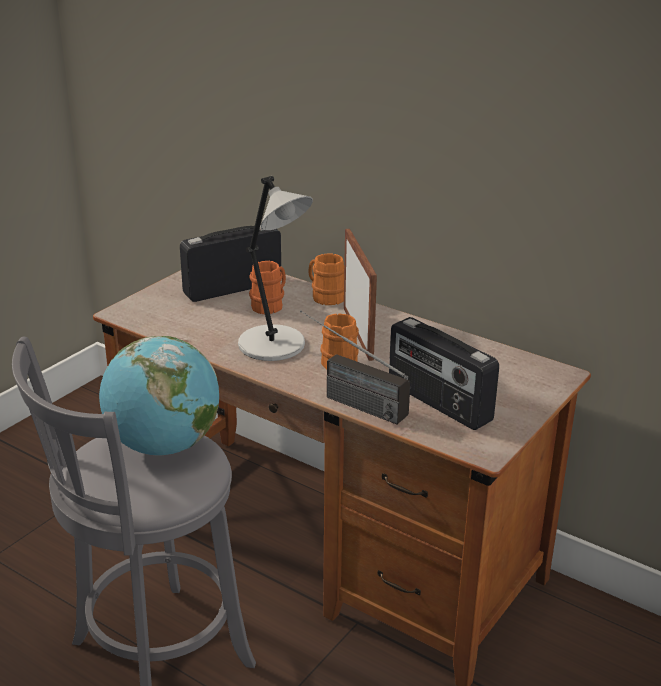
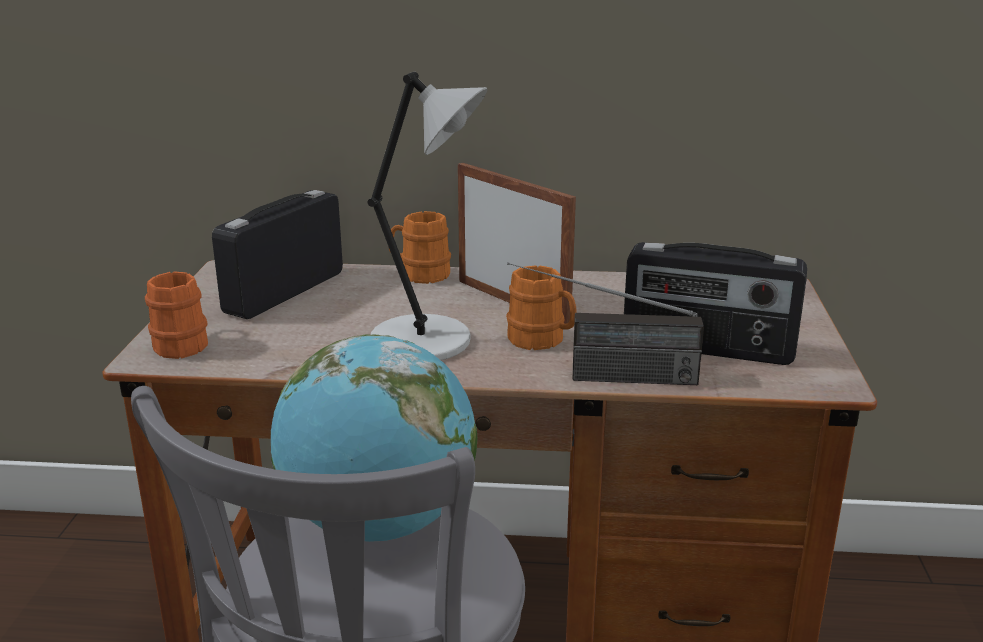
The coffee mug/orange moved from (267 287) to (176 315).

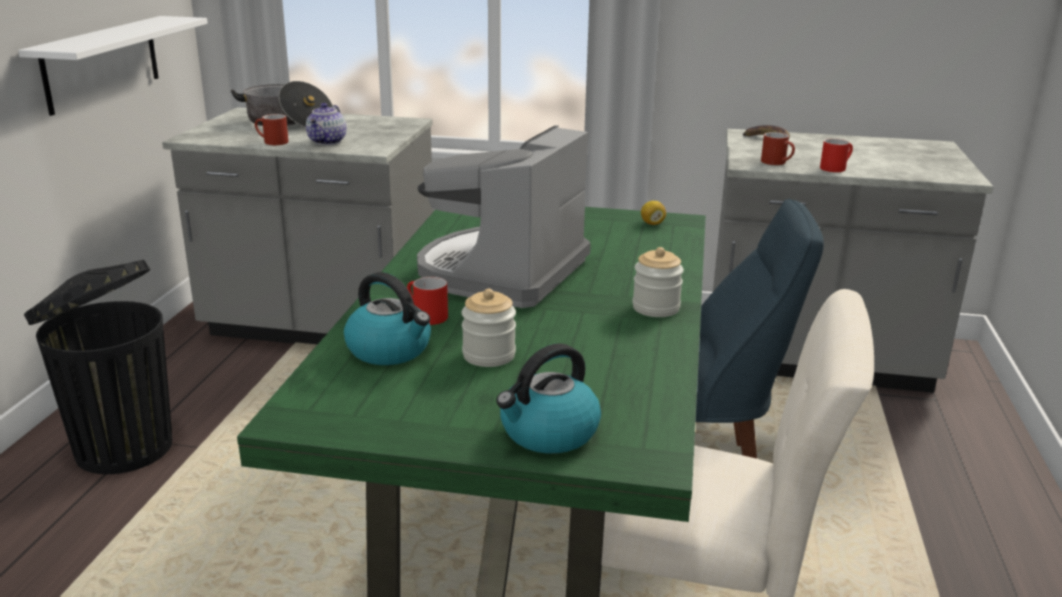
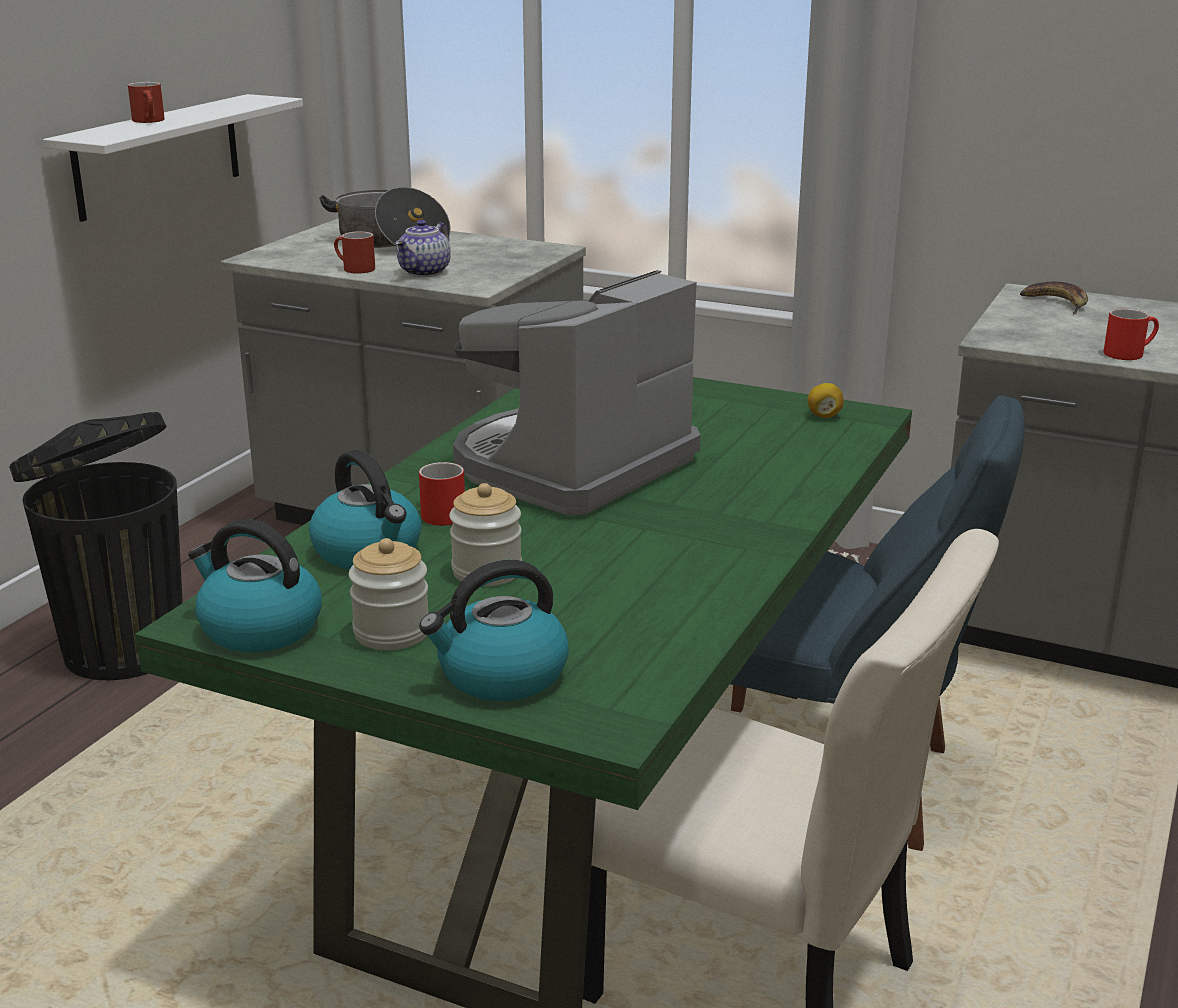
The tea kettle at (255 585) appeared.
The preserve jar moved from (658 282) to (388 594).
The coffee mug/reddish moved from (778 148) to (146 102).

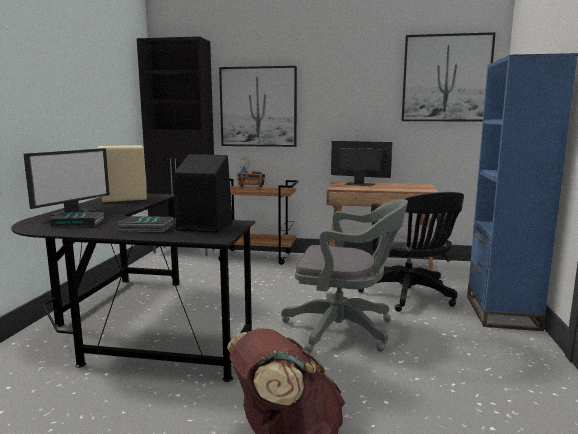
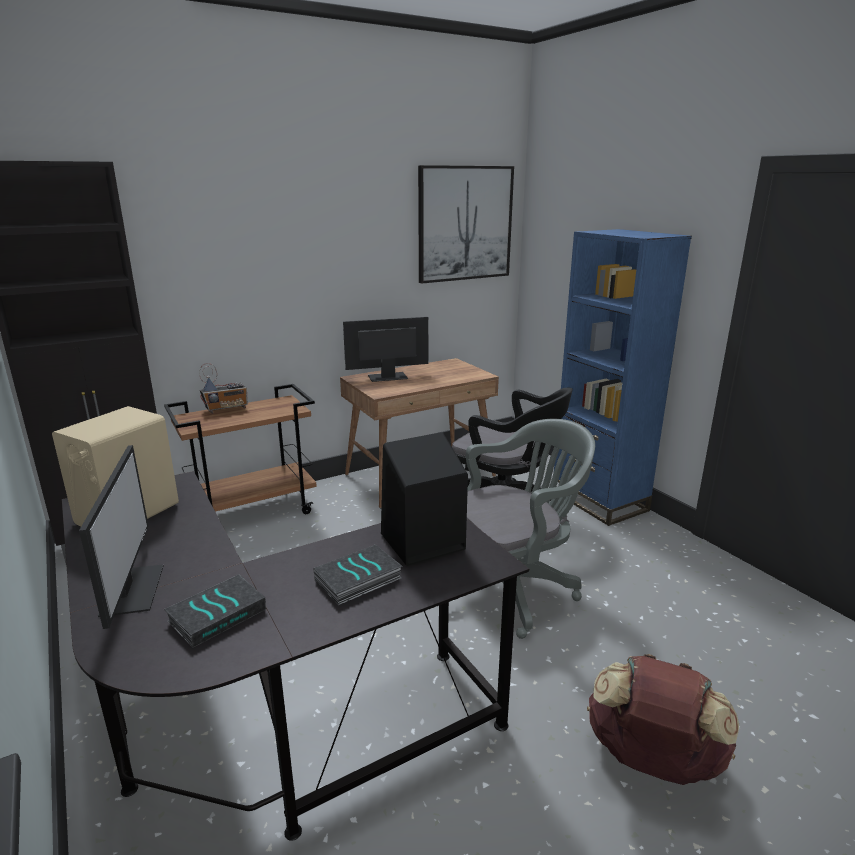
The wall picture at (258 106) disappeared.

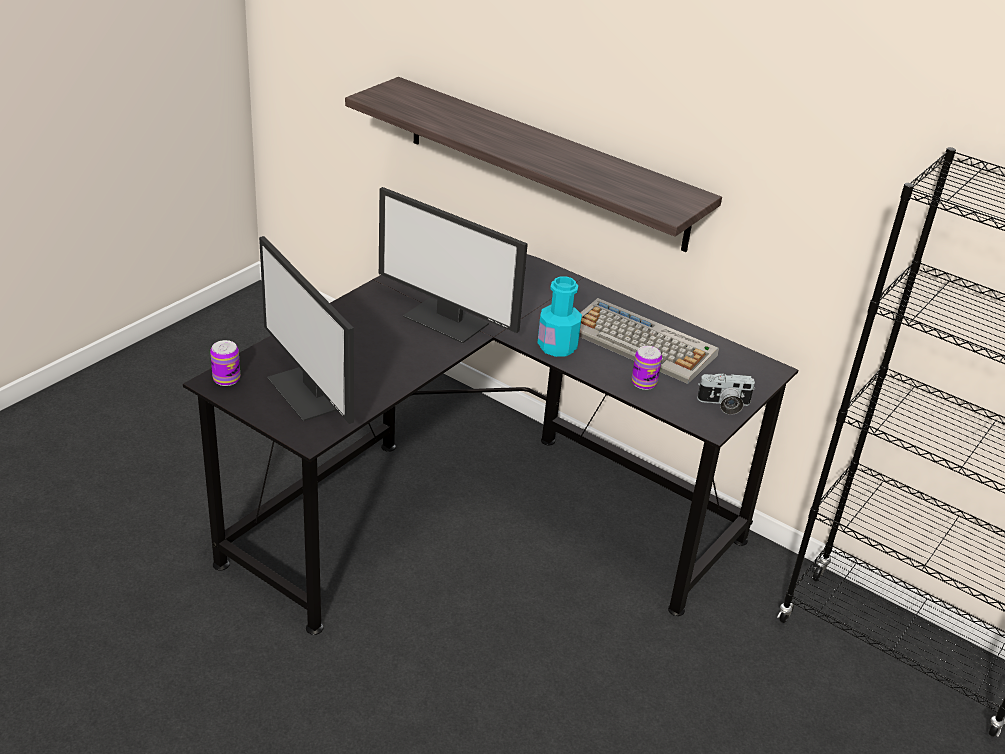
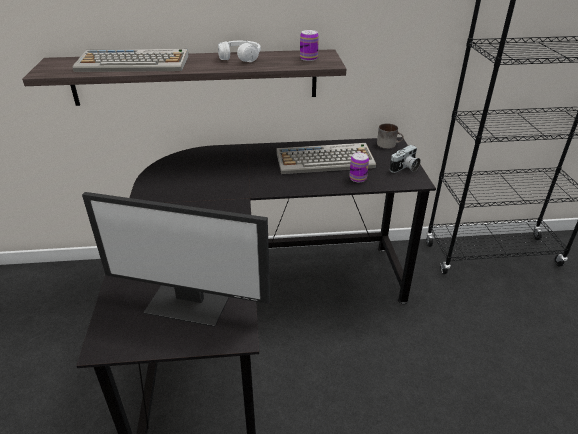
The computer display at (453 265) disappeared.
The beverage bottle/turquoise-coloured at (559 316) disappeared.
The keyboard at (131 60) appeared.
The headphones/white at (239 51) appeared.
The coffee mug at (390 136) appeared.
The sealed can moved from (225 363) to (309 45).

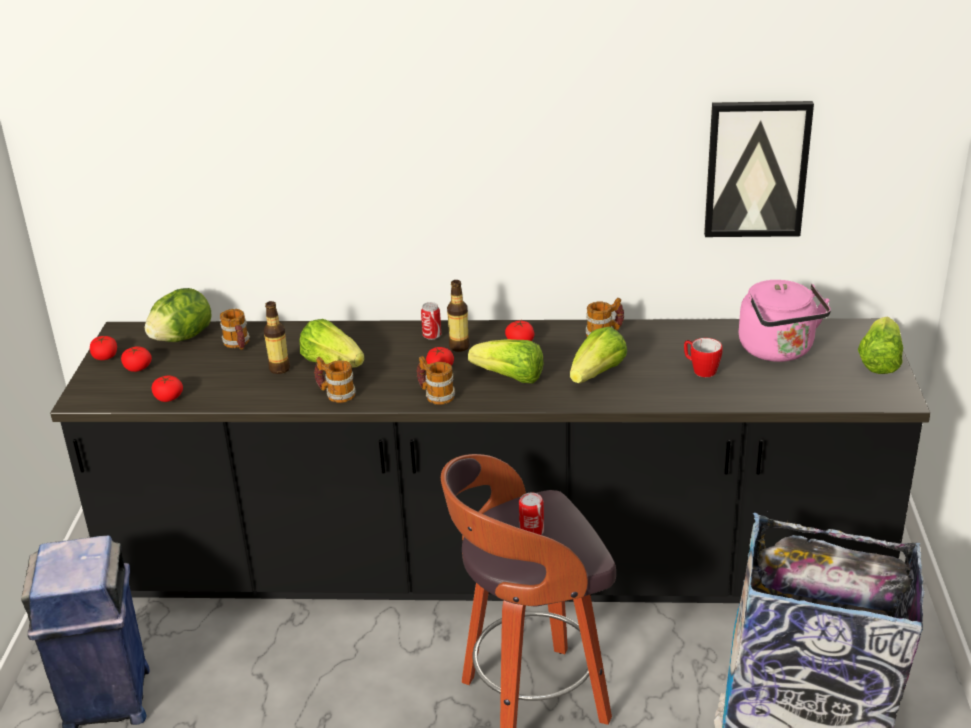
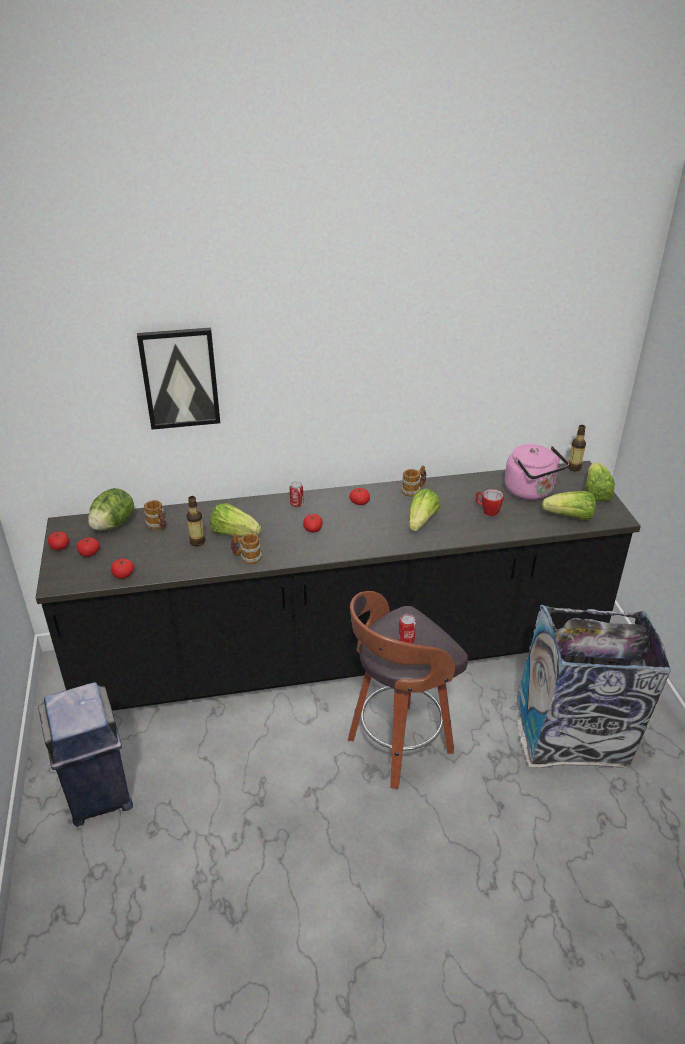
The coffee mug at (435 380) disappeared.
The beverage bottle moved from (458 316) to (577 448).
The head of lettuce moved from (506 361) to (569 505).
The wall picture moved from (759 169) to (178 378).

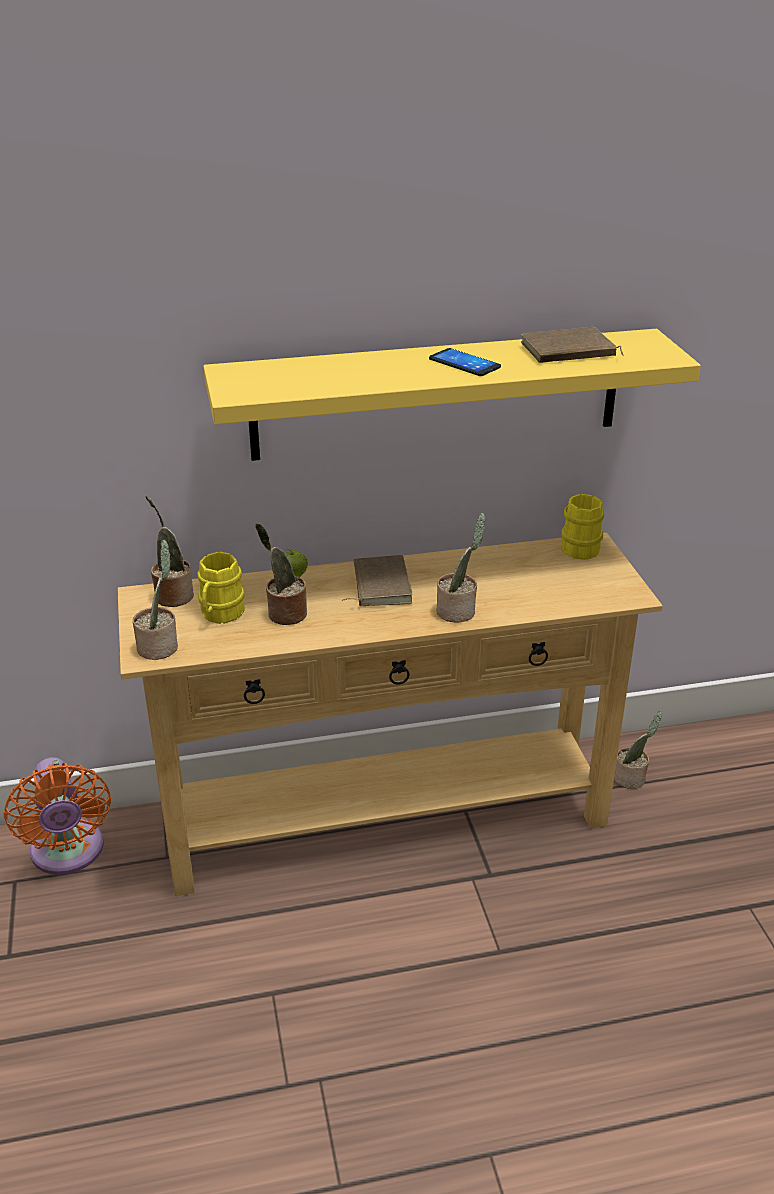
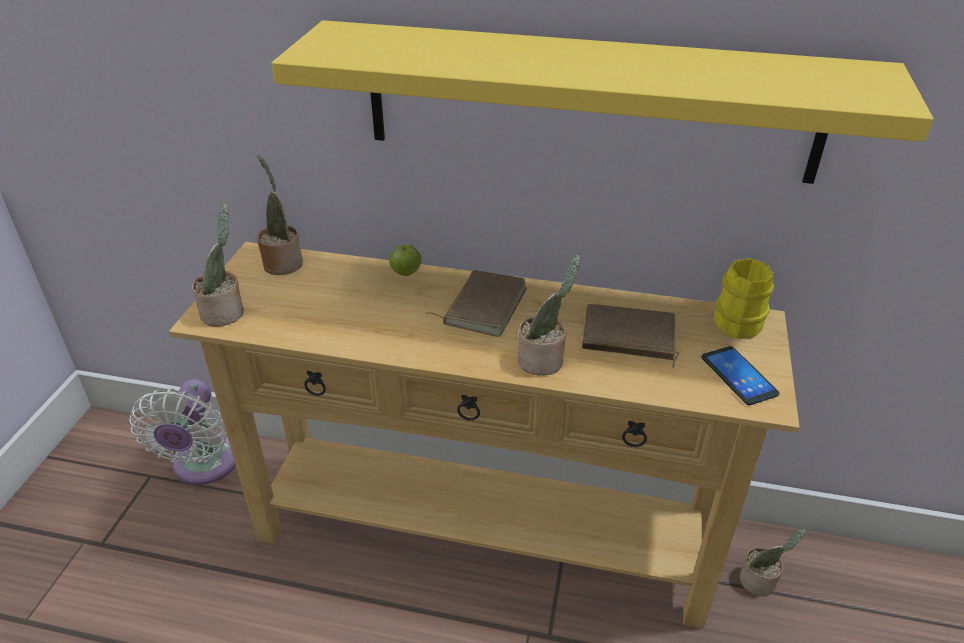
The coffee mug/yellowish at (221 588) disappeared.
The plant in a pot at (281 574) disappeared.
The phone moved from (465 362) to (740 375).
The book/brownish moved from (572 345) to (630 336).
The cooling fan/orange at (57 816) became the cooling fan/white at (182 432).

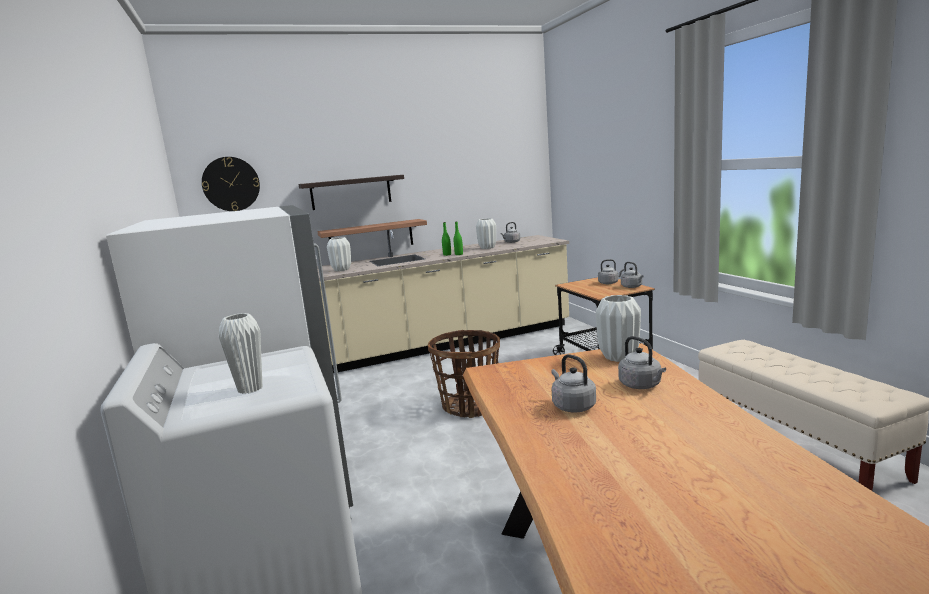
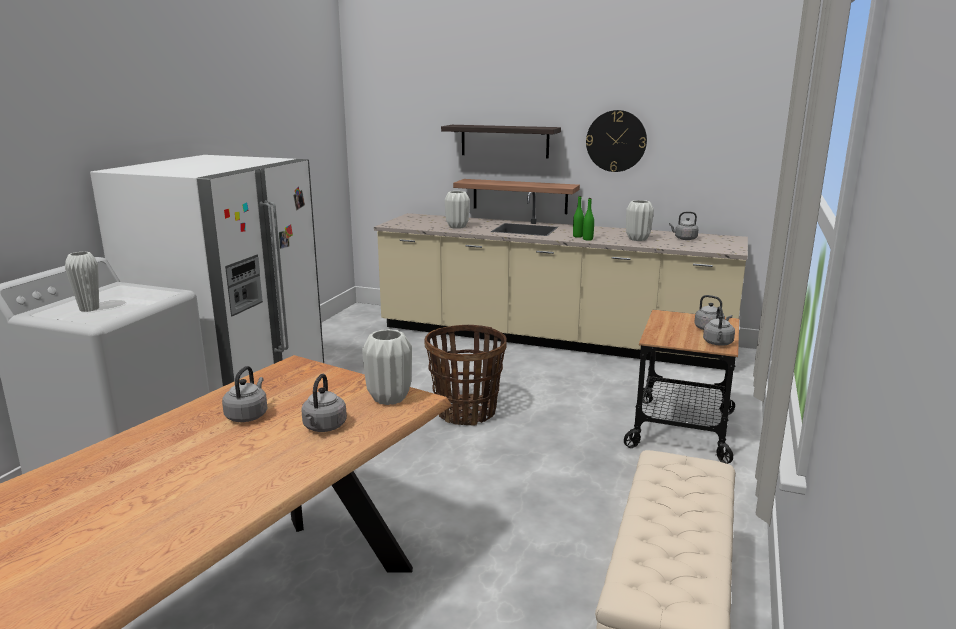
The clock on the wall moved from (231 184) to (616 141).

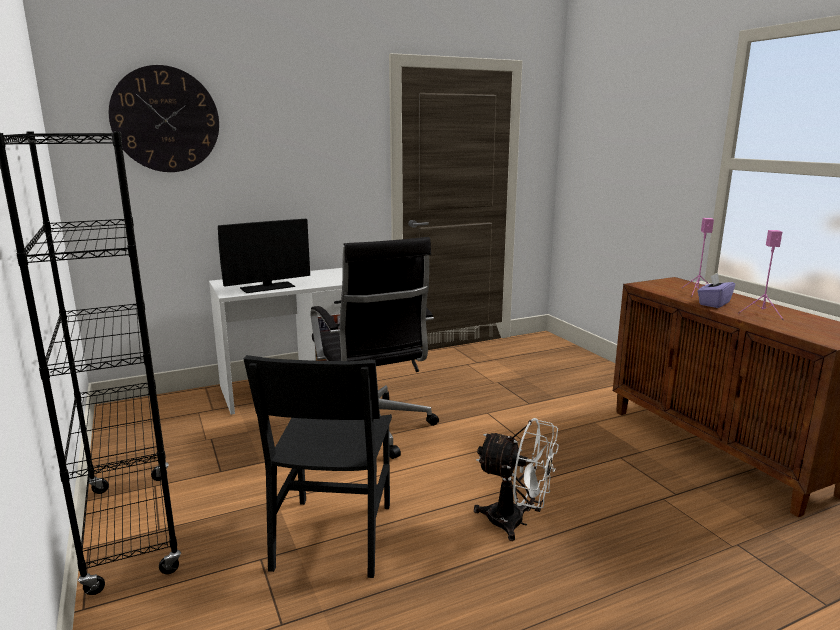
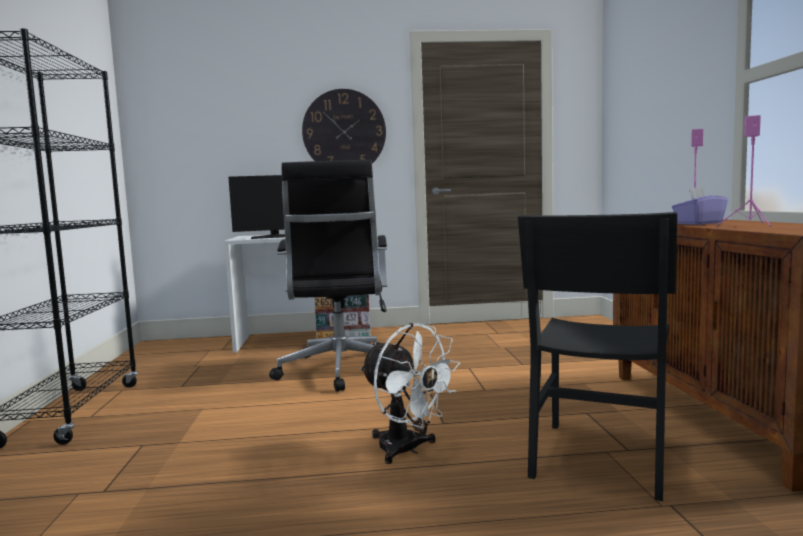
The clock on the wall moved from (164 118) to (344 126).
The plain chair/blackish moved from (318 466) to (597 356).

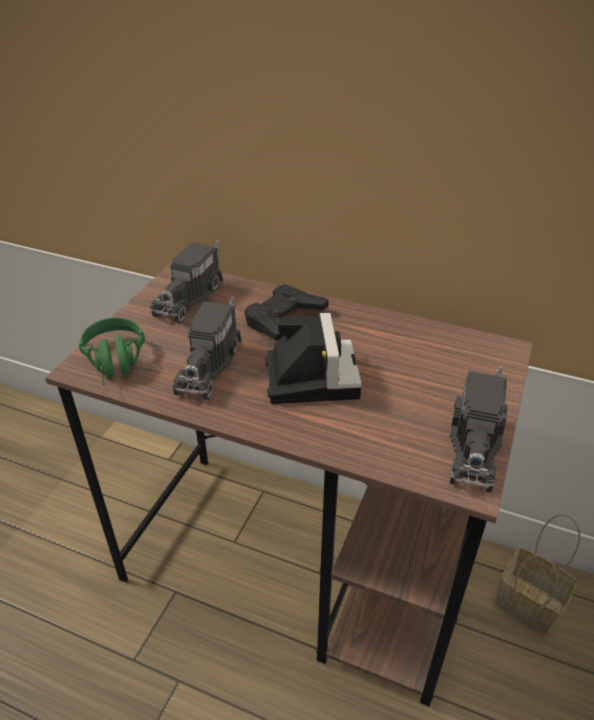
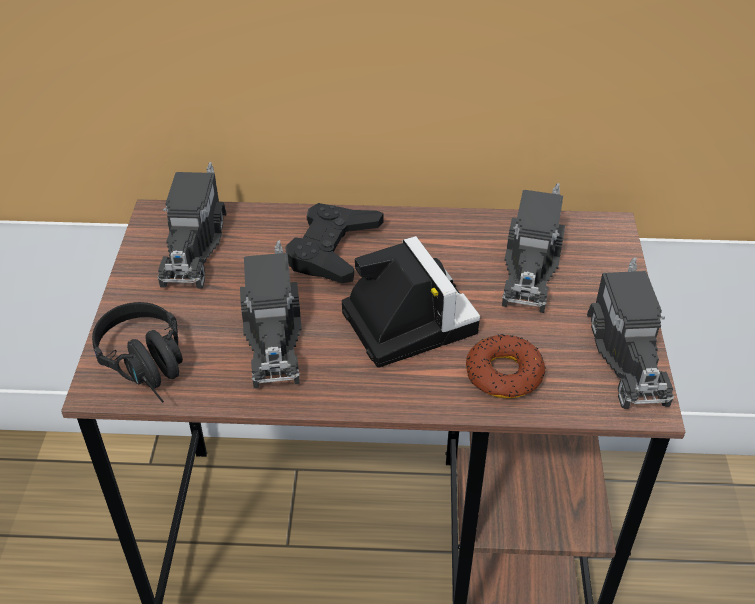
The basket at (538 574) disappeared.
The donut at (506 366) appeared.
The model truck at (533 248) appeared.
The headphones/green at (112 351) became the headphones/blackish at (137 352).

